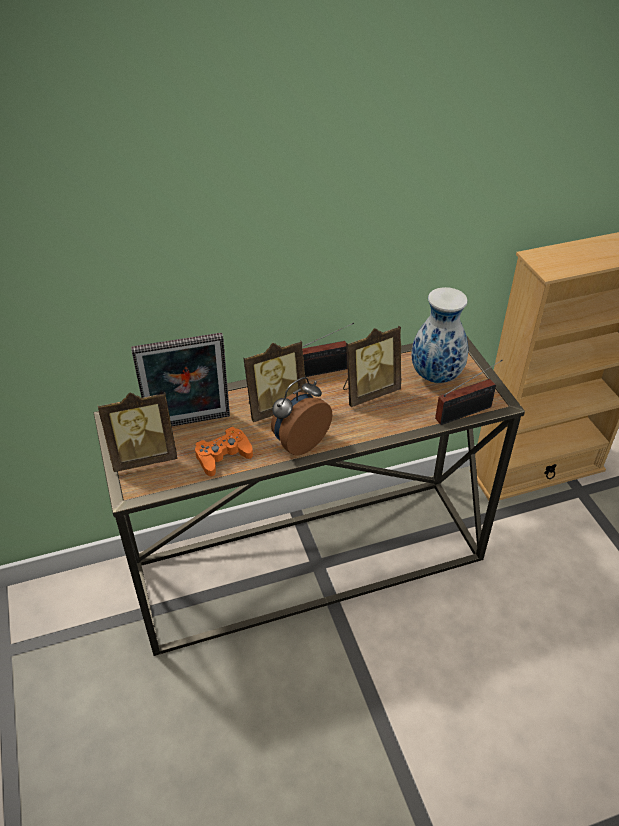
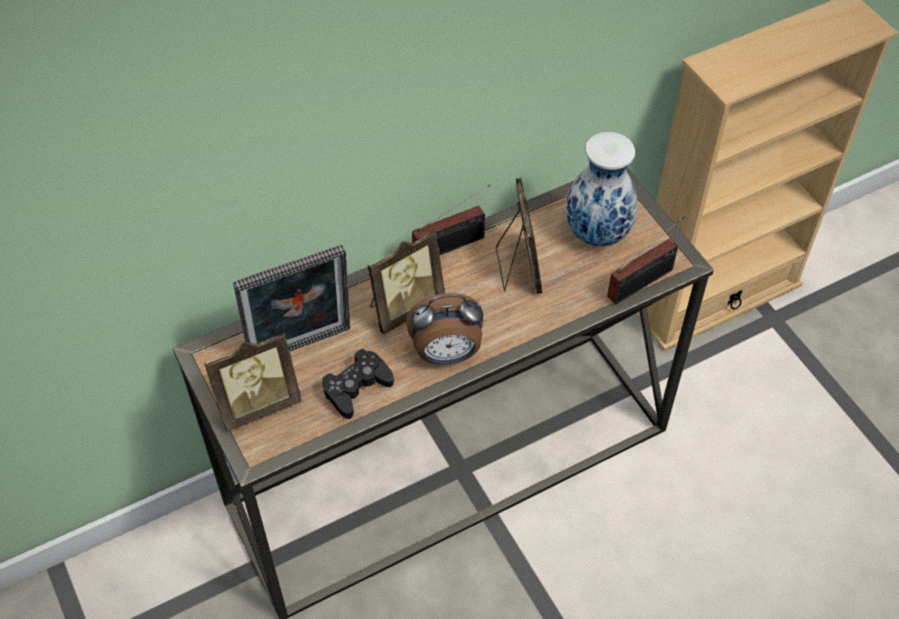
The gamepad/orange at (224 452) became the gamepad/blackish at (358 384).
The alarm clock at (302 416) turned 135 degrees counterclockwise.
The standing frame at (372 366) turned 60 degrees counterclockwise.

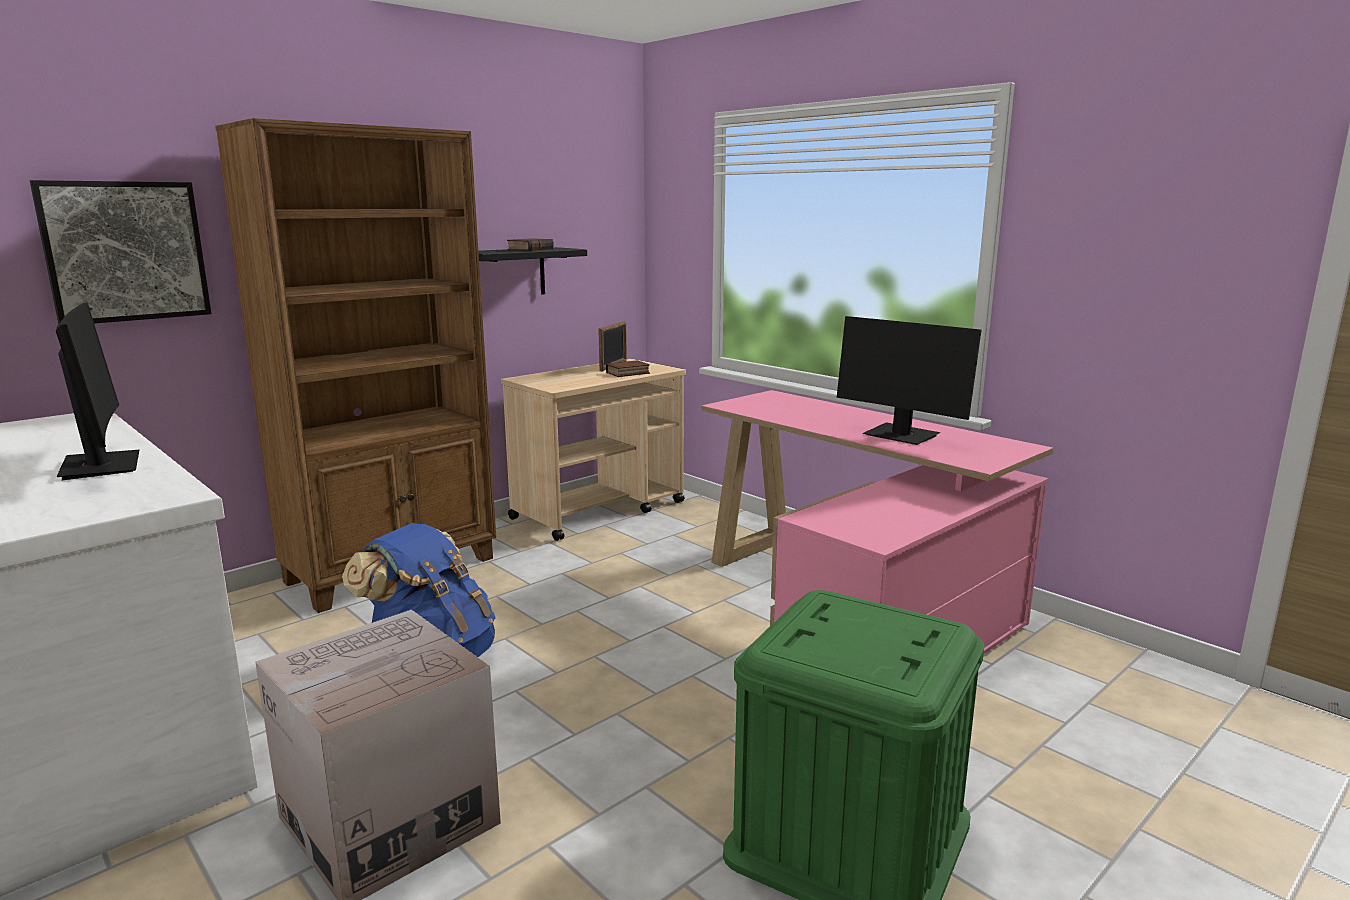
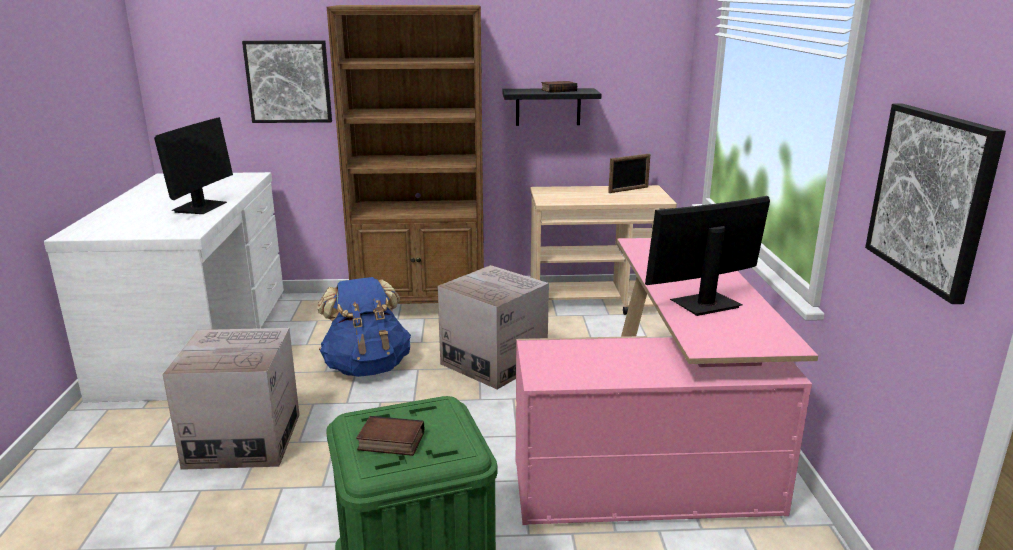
The packing box at (493 327) appeared.
The wall picture at (935 204) appeared.
The book moved from (628 368) to (390 436).
The computer display at (909 380) turned 75 degrees clockwise.

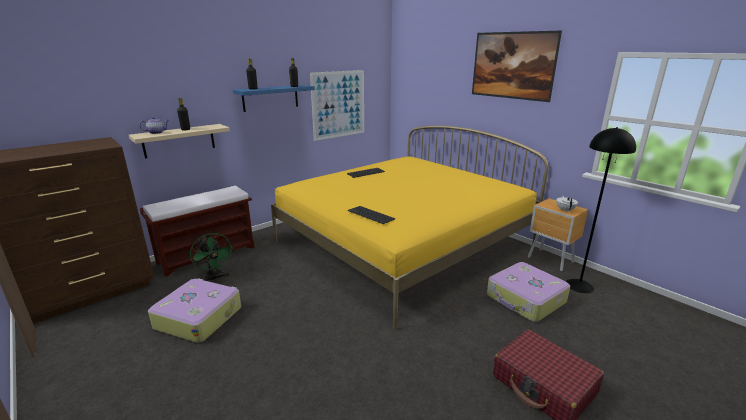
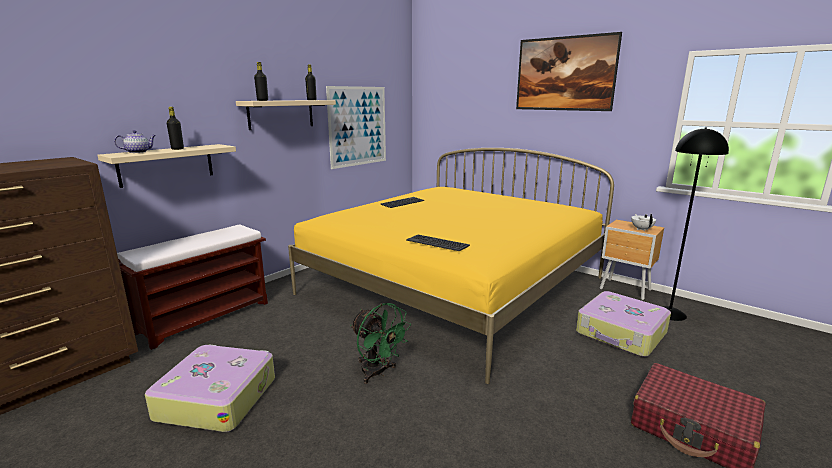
The cooling fan/green moved from (211 257) to (380 343).
The wall shelf/blue at (274 98) became the wall shelf/beige-coloured at (286 115).

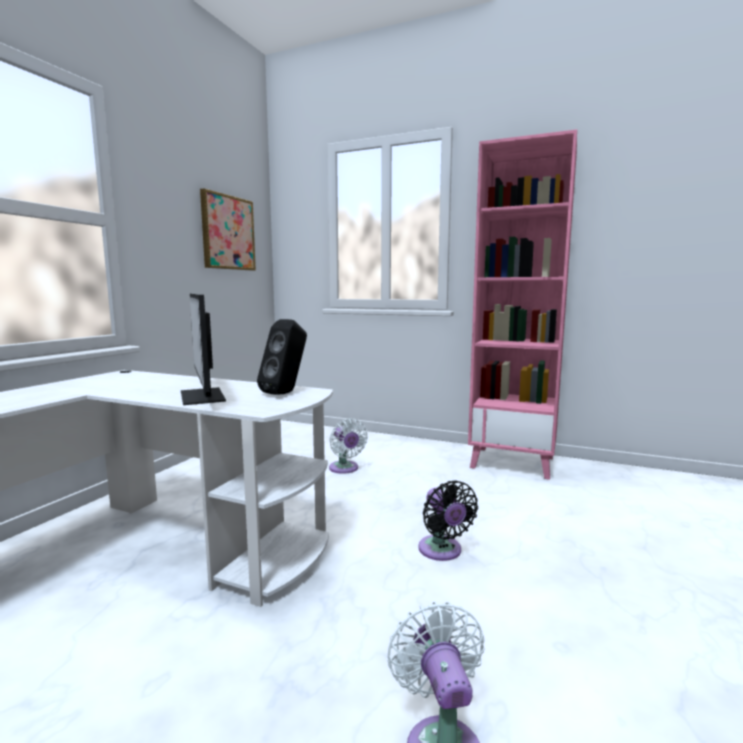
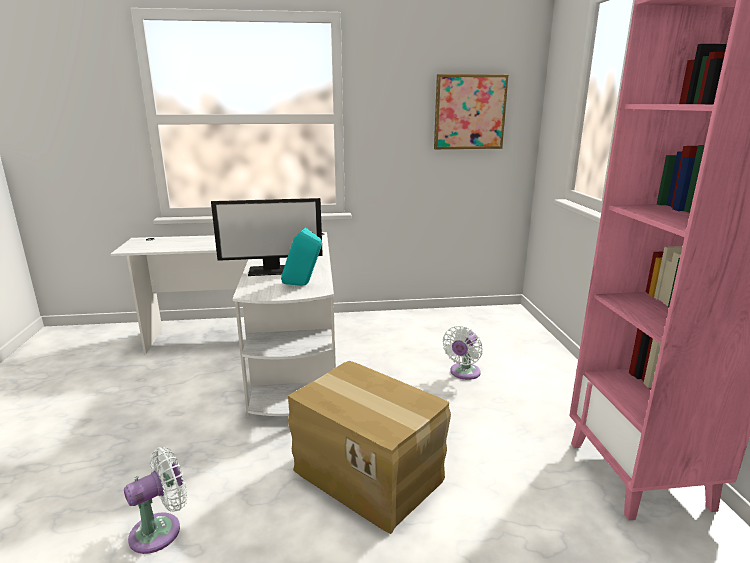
The cooling fan/blackish at (448 520) was replaced by the packing box at (369 447).
The loudspeaker/blackish at (282 357) became the loudspeaker/turquoise-coloured at (301 256).
The computer display at (203 349) turned 135 degrees counterclockwise.

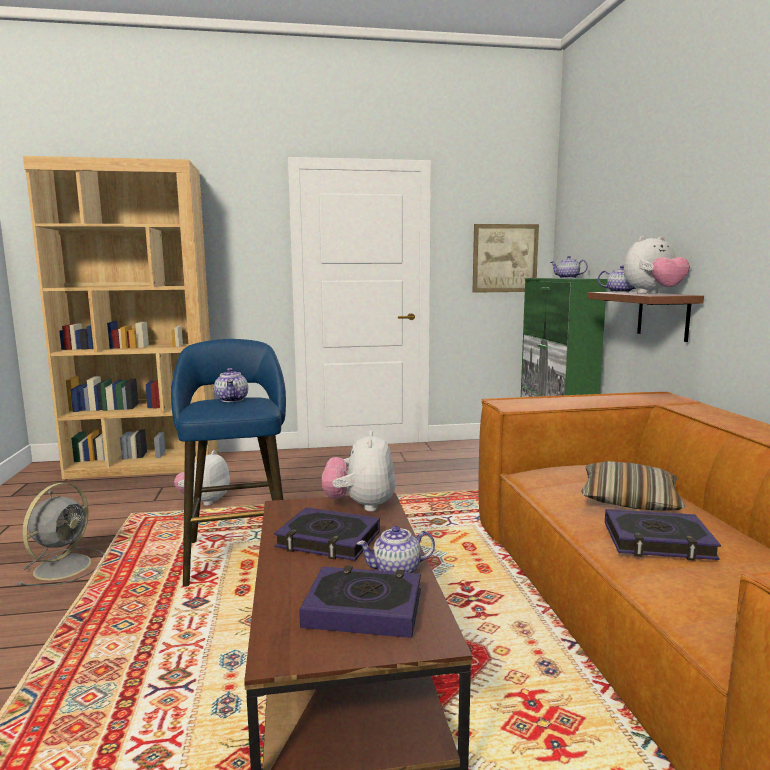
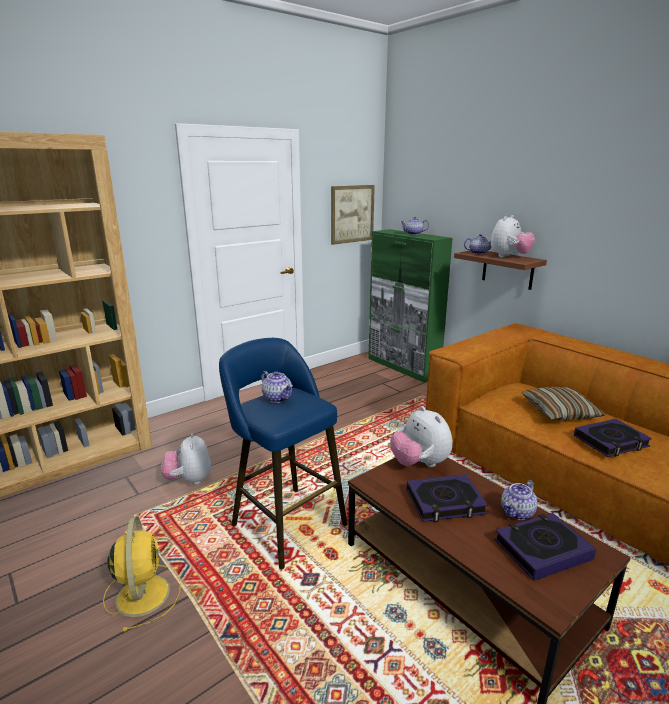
The cooling fan/greyish at (62 534) became the cooling fan/yellowish at (142 574).

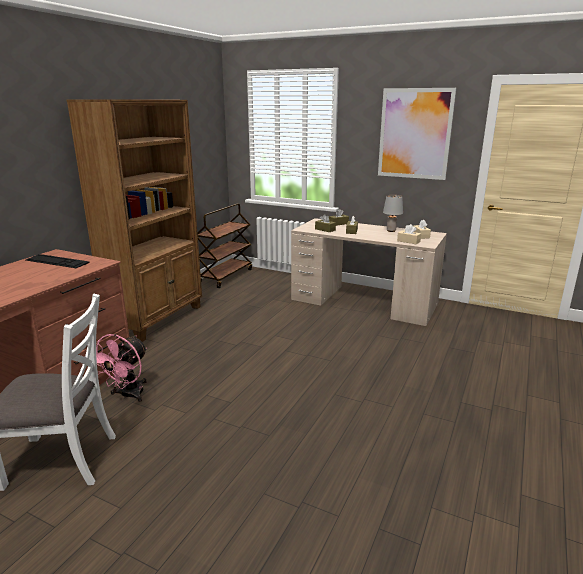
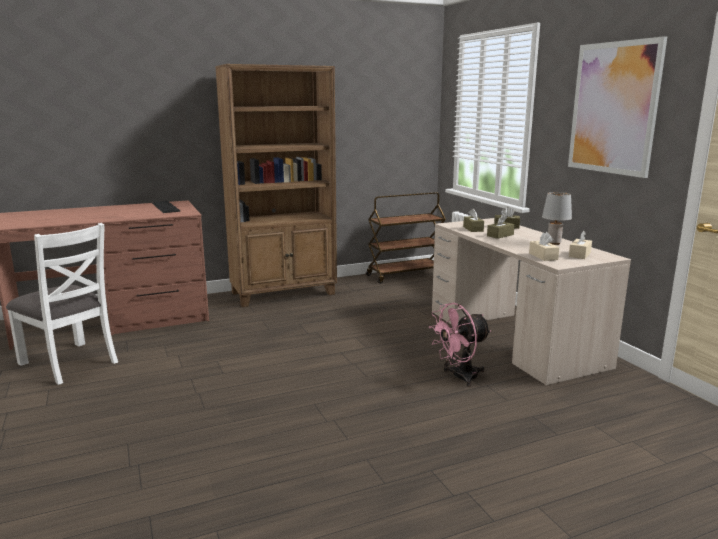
The cooling fan/pink moved from (121 368) to (460 345).

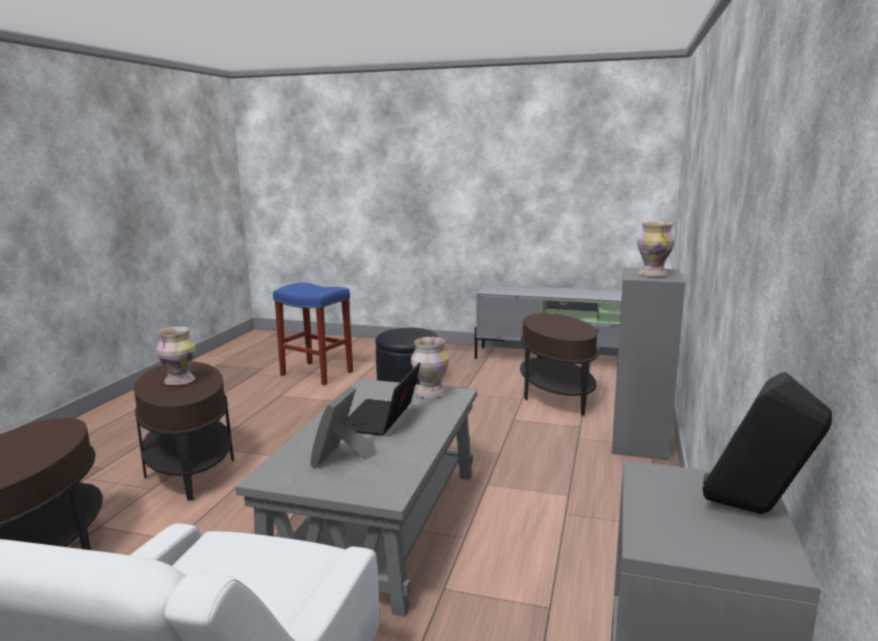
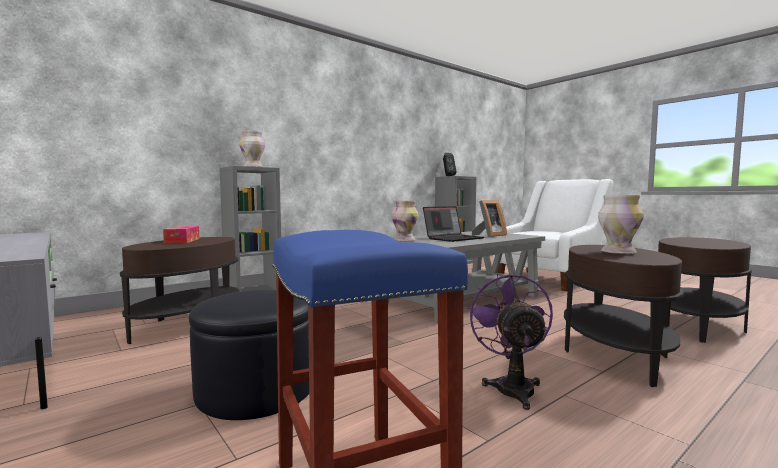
The tissue holder at (181 235) appeared.
The cooling fan/purple at (510 341) appeared.

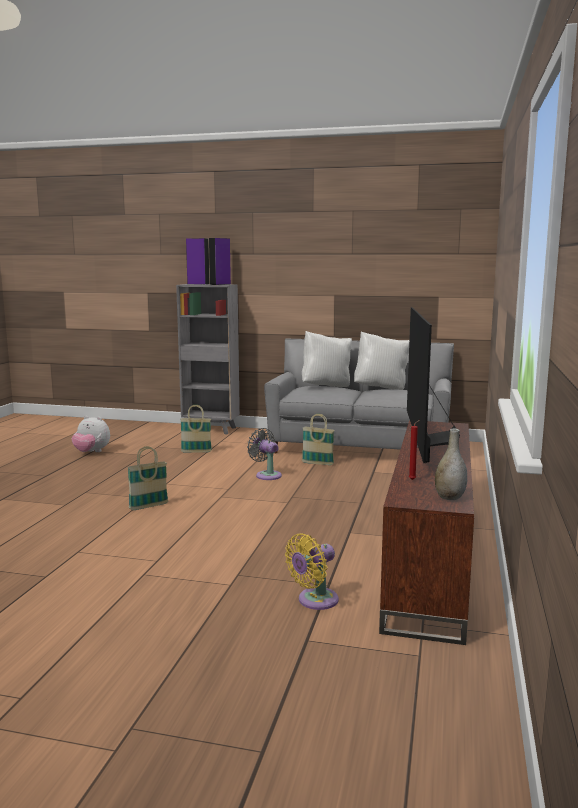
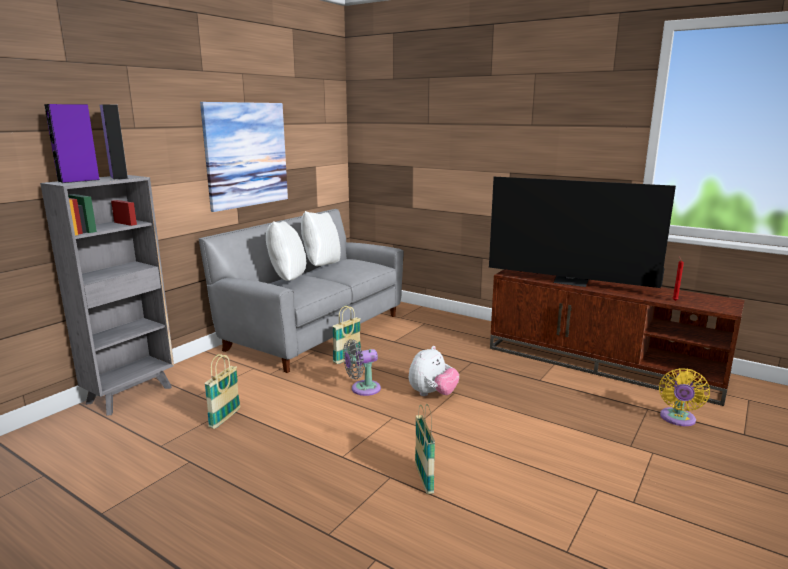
The vase/greyish at (451 464) disappeared.
The wall picture at (244 157) appeared.
The cuddly toy moved from (91 434) to (434 371).
The cooling fan/yellowish at (312 571) turned 45 degrees clockwise.

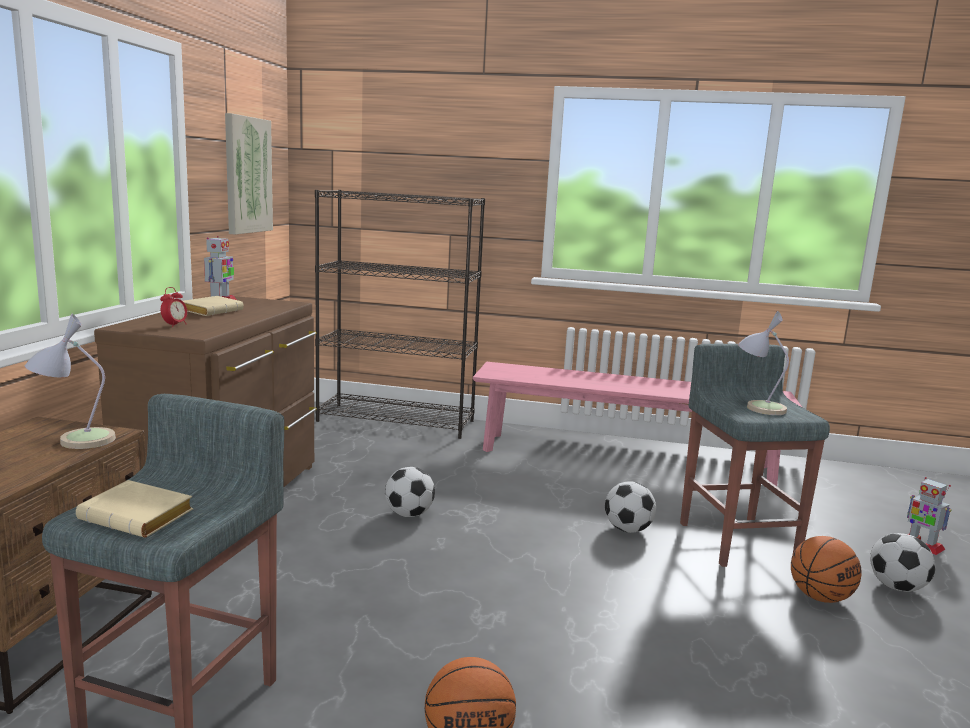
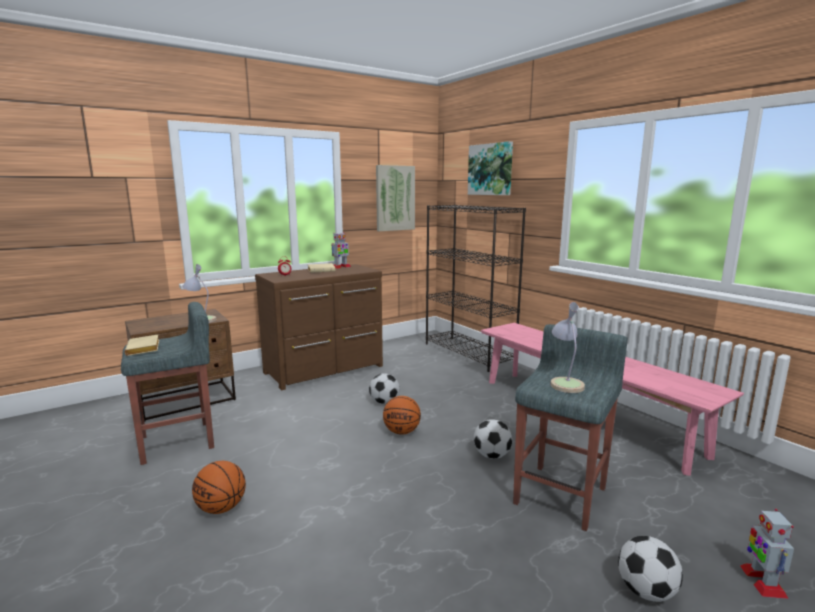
The wall picture at (490 168) appeared.
The basketball moved from (826 569) to (402 415).

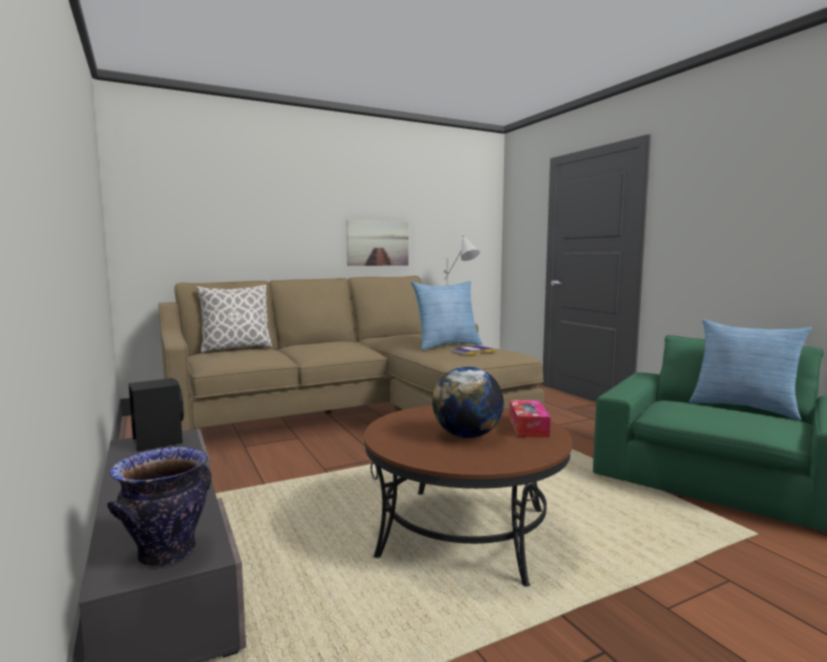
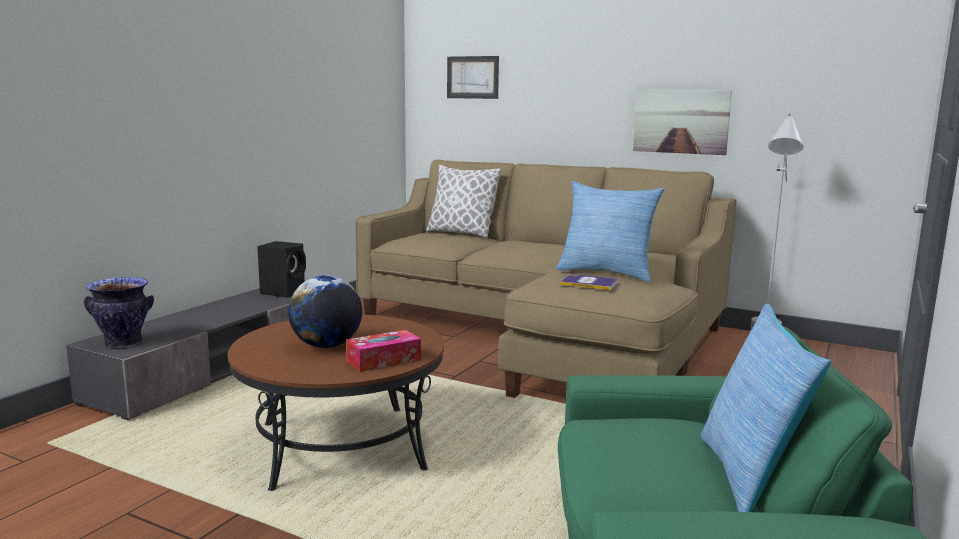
The wall picture at (473 77) appeared.

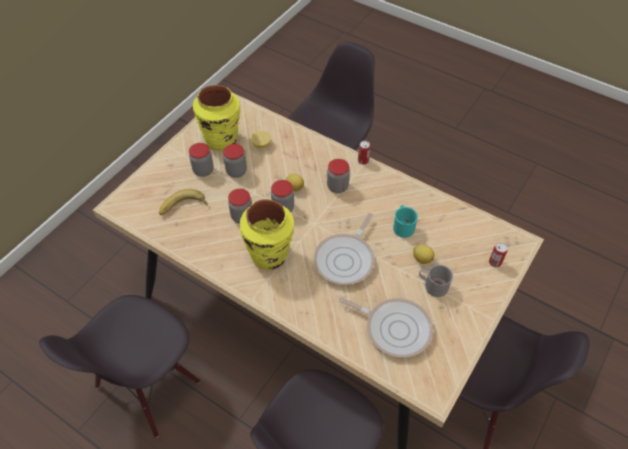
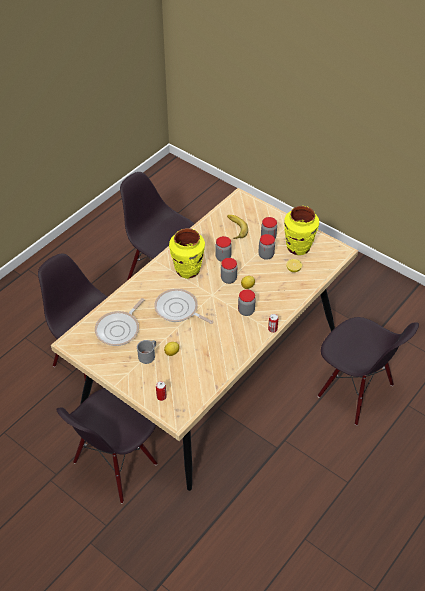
The coffee mug/turquoise-coloured at (405 221) disappeared.

